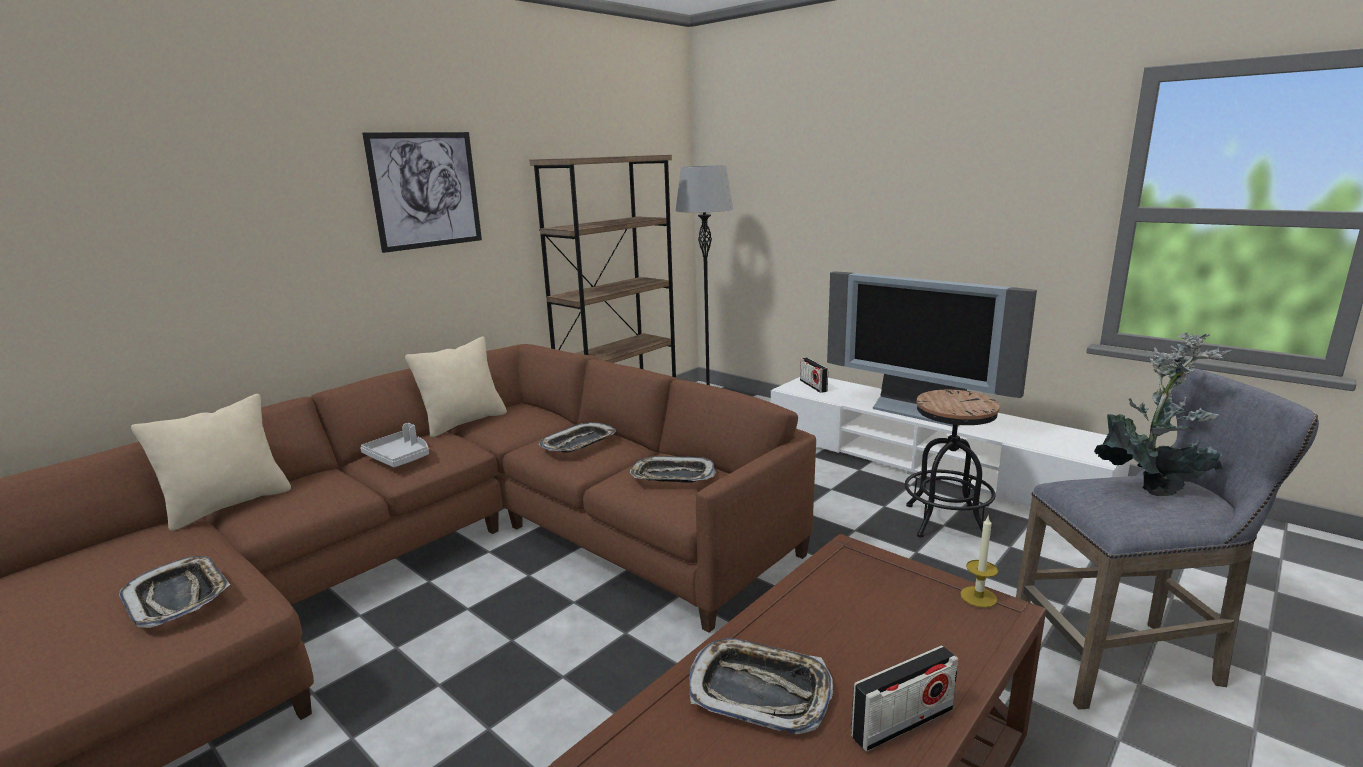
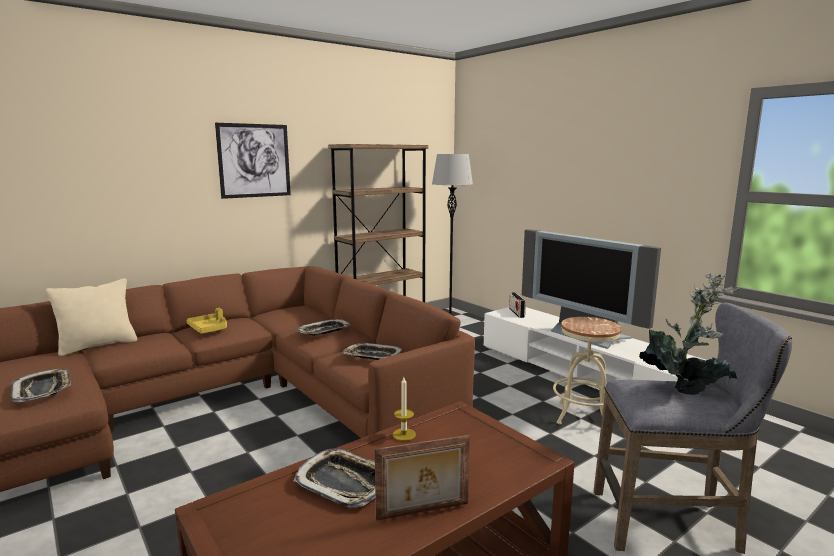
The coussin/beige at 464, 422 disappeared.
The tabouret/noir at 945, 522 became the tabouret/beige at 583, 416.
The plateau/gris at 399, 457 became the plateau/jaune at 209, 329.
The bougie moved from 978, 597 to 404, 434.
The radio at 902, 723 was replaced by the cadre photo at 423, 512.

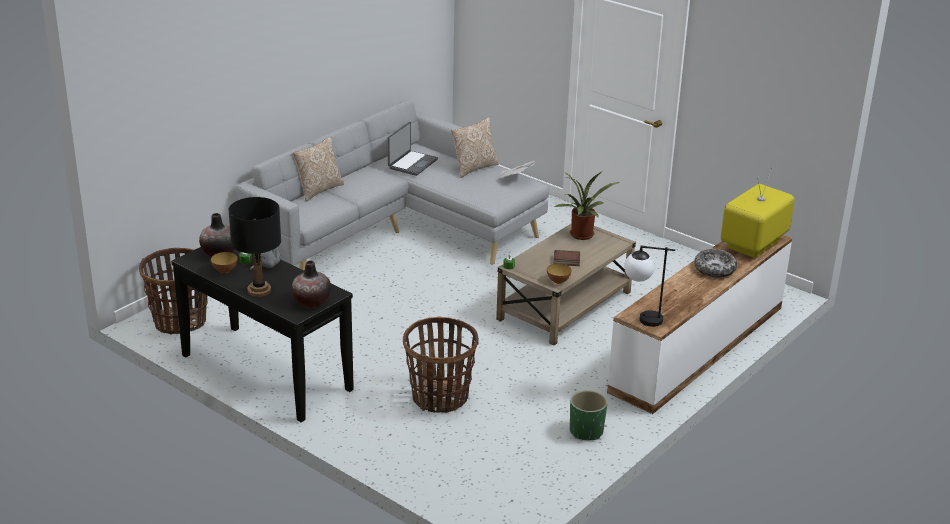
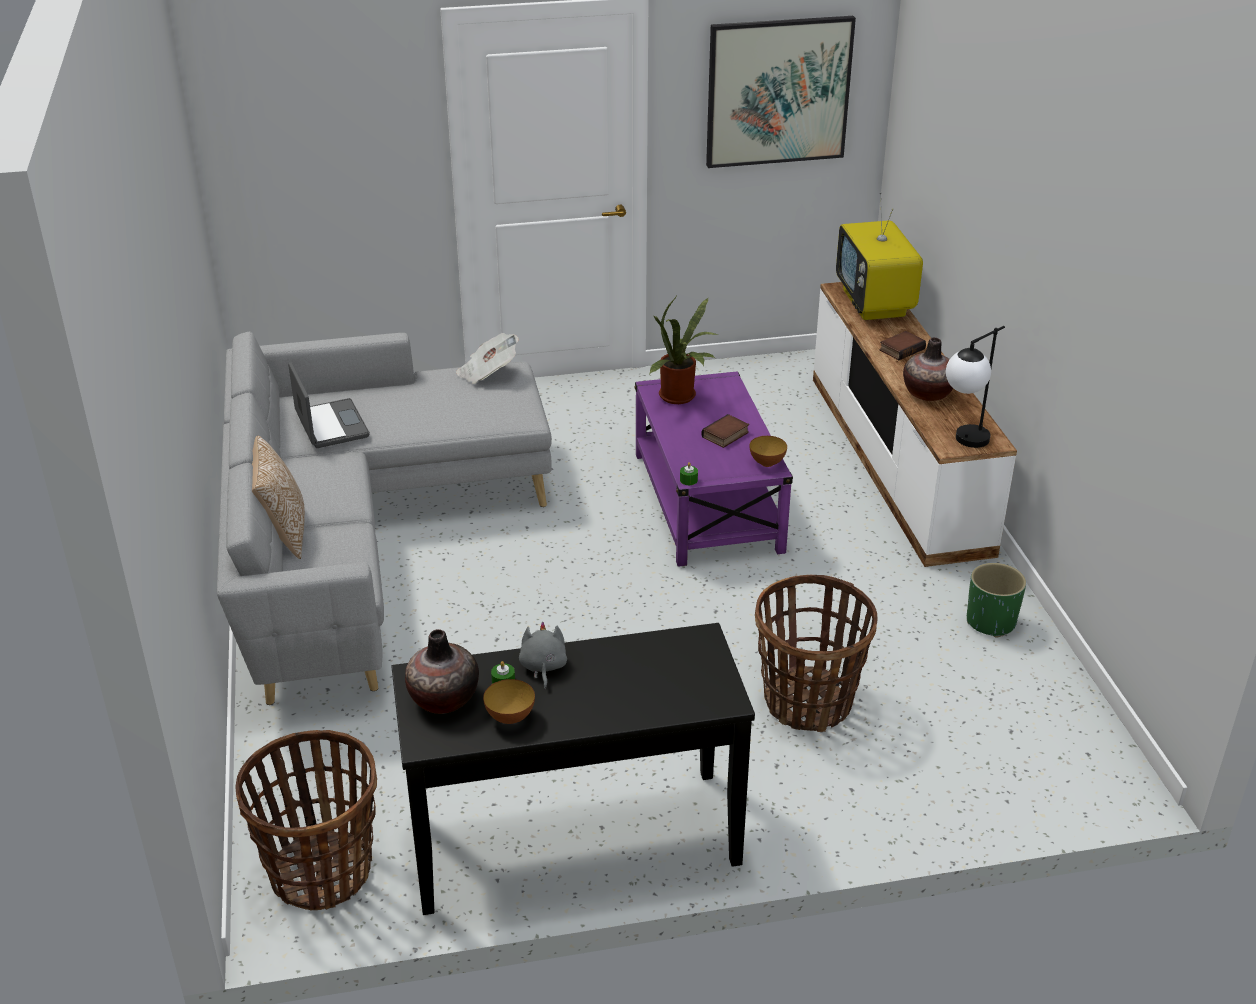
The coussin at 474, 168 disappeared.
The lampe de table/noir at 259, 290 disappeared.
The table basse/beige at 564, 306 became the table basse/violet at 707, 502.
The bol at 714, 269 was replaced by the livre at 901, 349.
The vase moved from 311, 302 to 927, 393.
The tableau at 778, 91 appeared.

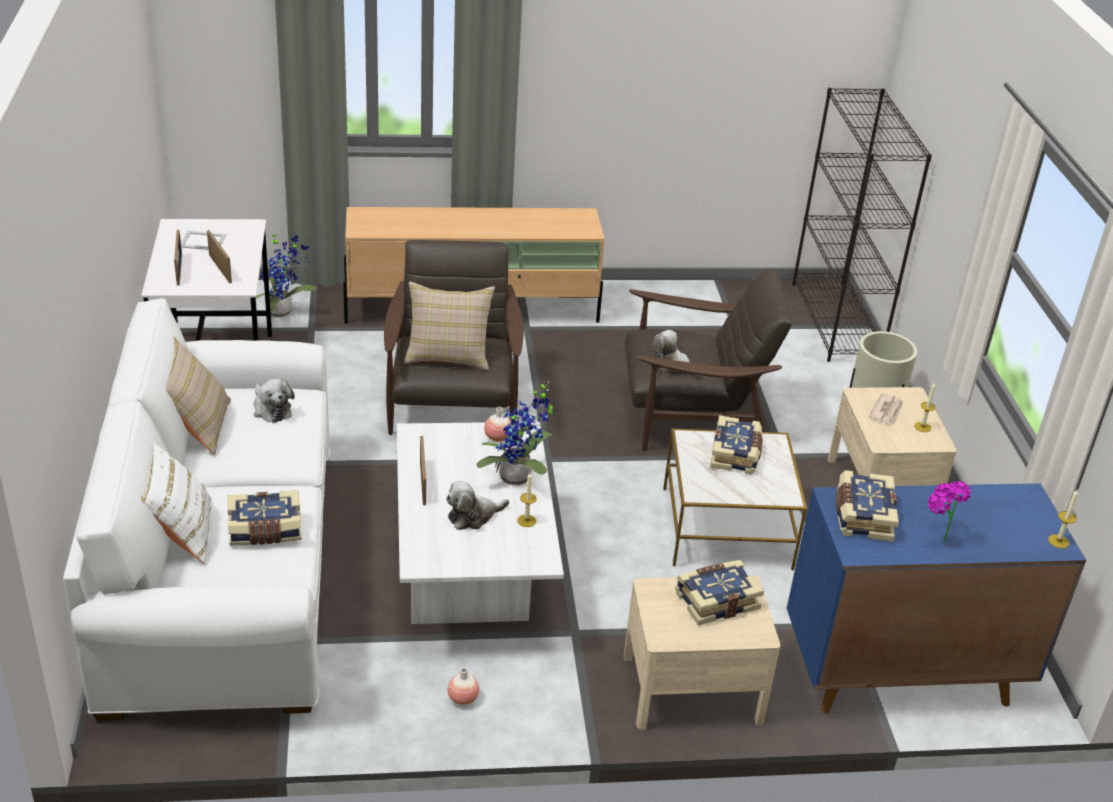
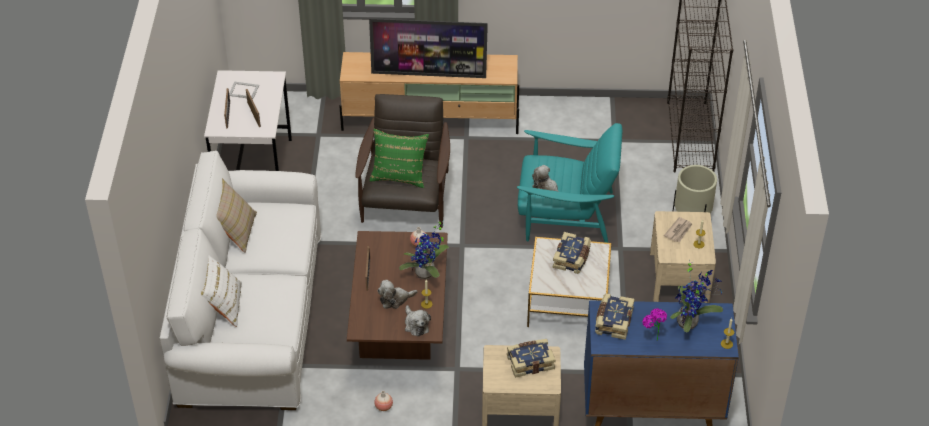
The plante en pot moved from 283, 312 to 690, 322.
The fauteuil/marron at 692, 416 became the fauteuil/turquoise at 565, 215.
The coussin/beige at 448, 355 became the coussin/vert at 399, 175.
The peluche moved from 271, 409 to 416, 325.
The table basse/blanc at 472, 576 became the table basse/marron at 400, 328.
The livre at 265, 530 disappeared.
The téléviseur at 429, 74 appeared.

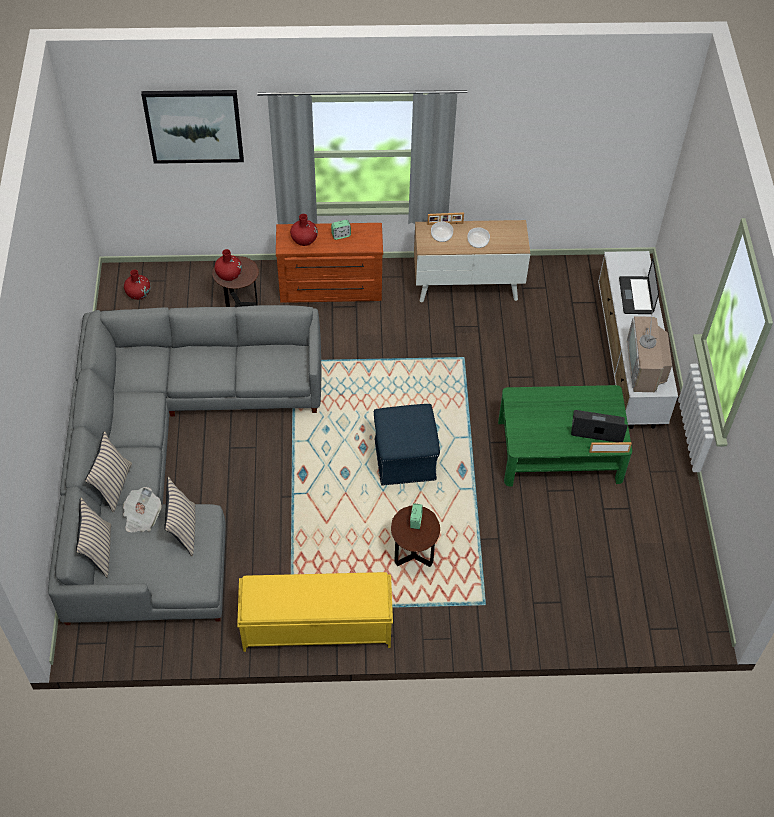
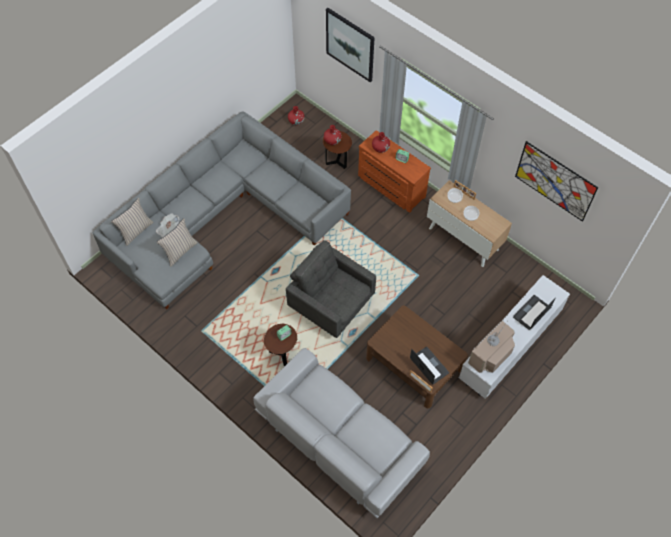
The table basse/vert at 559, 450 became the table basse/marron at 414, 364.
The pouf/bleu at 405, 459 was replaced by the fauteuil/gris at 331, 303.
The coussin/beige at 113, 486 disappeared.
The banc/jaune at 315, 627 disappeared.
The tableau at 555, 181 appeared.
The canapé/gris at 339, 440 appeared.

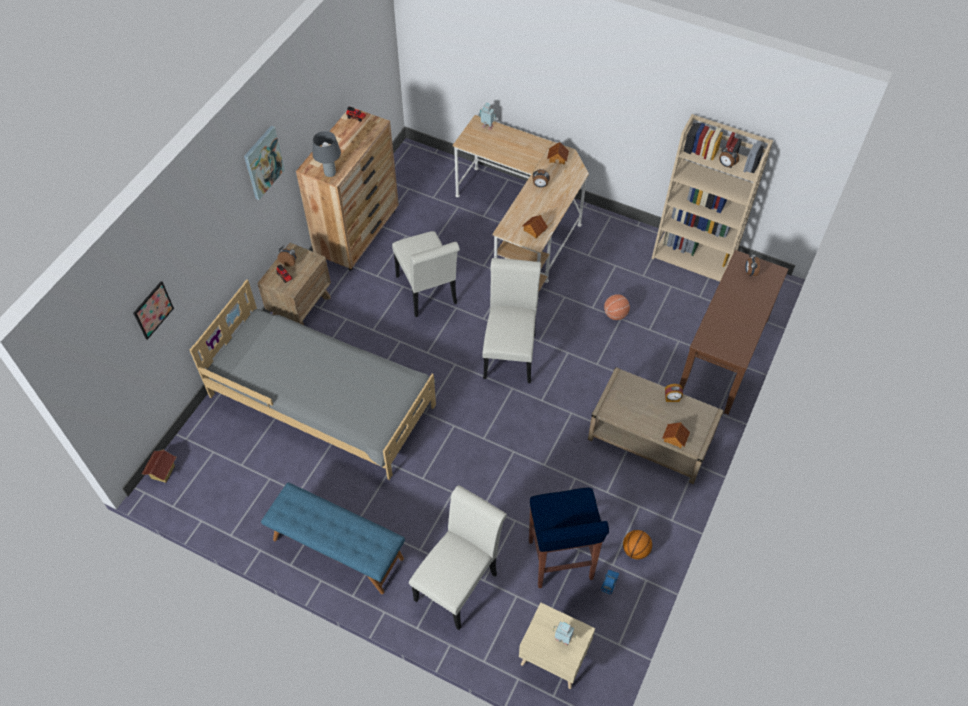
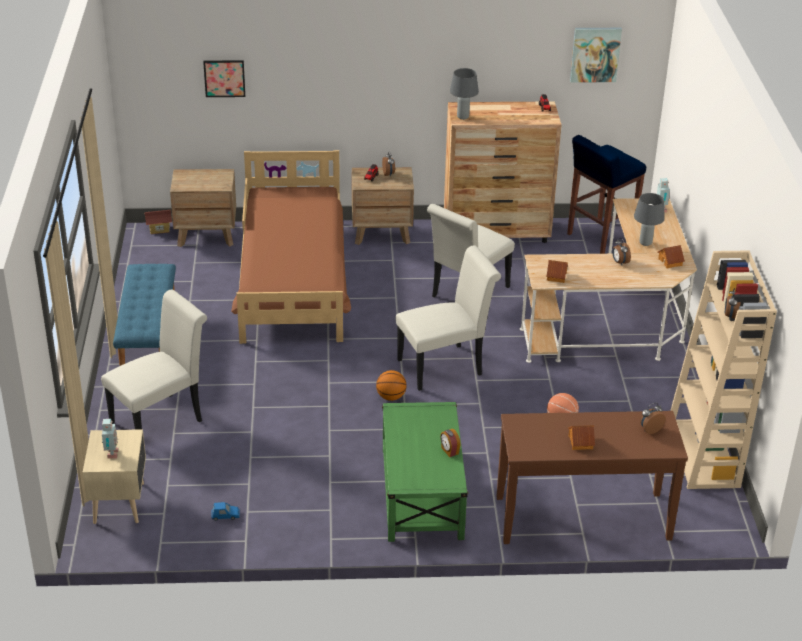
The tableau moved from 263, 162 to 595, 54.
The lit/gris at 324, 400 became the lit/marron at 293, 280.
The table basse/beige at 650, 438 became the table basse/vert at 422, 493.
The maison miniature moved from 674, 438 to 580, 442.
The chaise/blanc at 459, 582 turned 45 degrees counterclockwise.
The tabouret/bleu moved from 560, 561 to 599, 237.
The ballon de basket moved from 635, 550 to 391, 397.
The table de chevet/marron at 206, 235 appeared.
The lampe de table/gris at 646, 243 appeared.

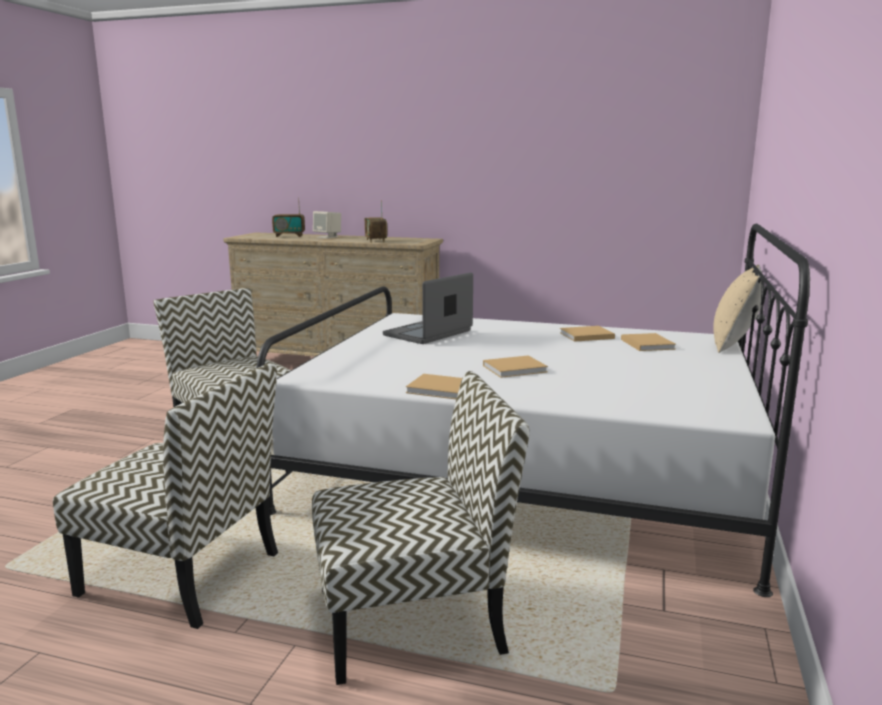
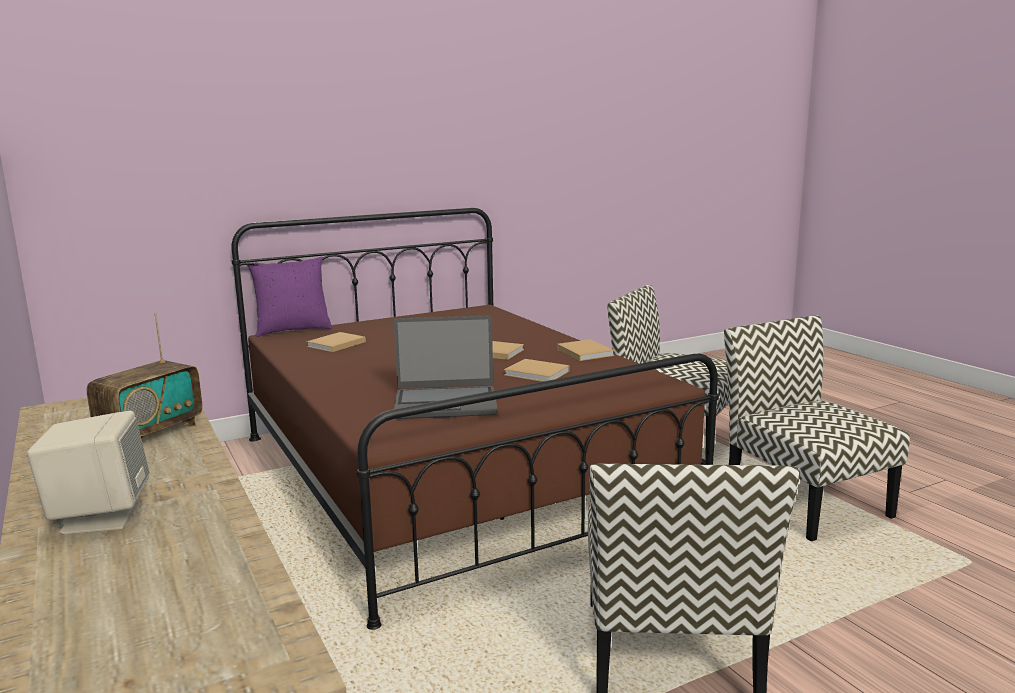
The radio at 289, 236 disappeared.
The lit/blanc at 525, 472 became the lit/marron at 451, 476.
The coussin/beige at 734, 344 became the coussin/violet at 293, 330.
The livre/beige moved from 585, 336 to 538, 373.

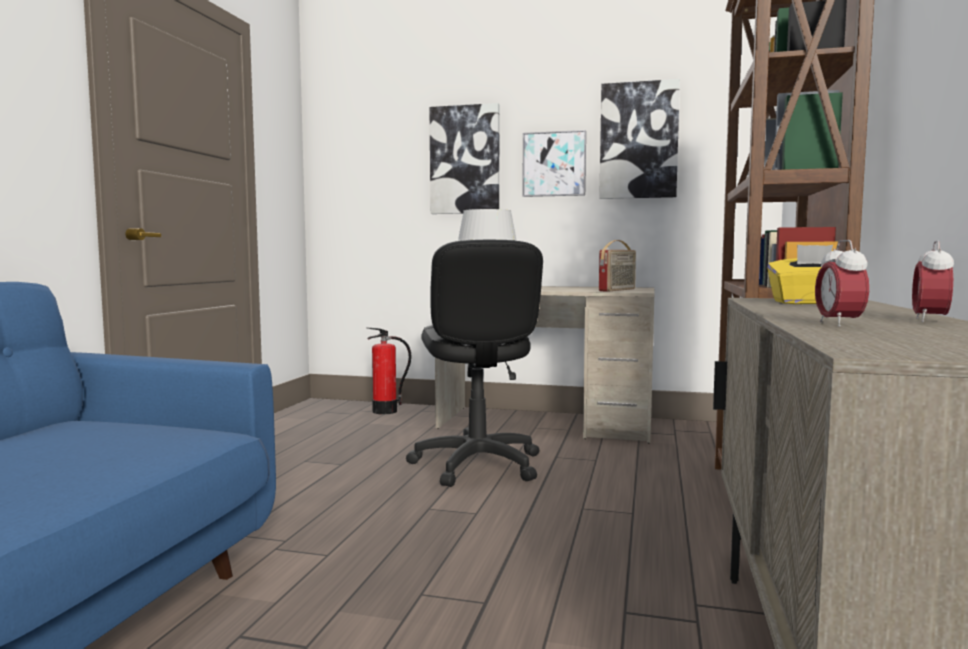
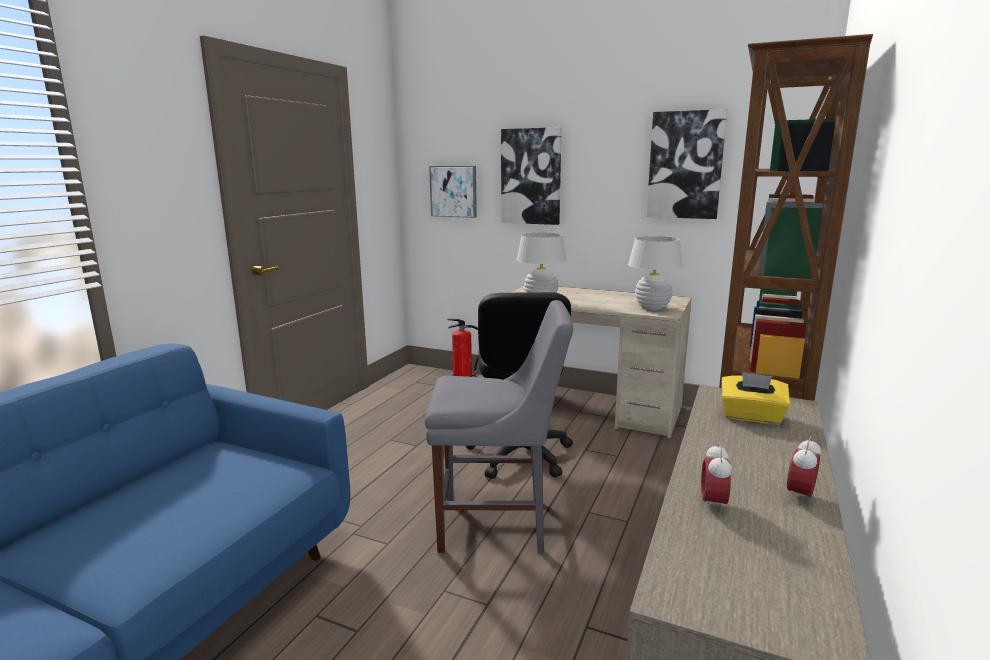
The tableau moved from 554, 164 to 454, 191.
The radio at 618, 290 was replaced by the lampe de table/blanc at 652, 308.
The chaise/gris at 499, 524 appeared.

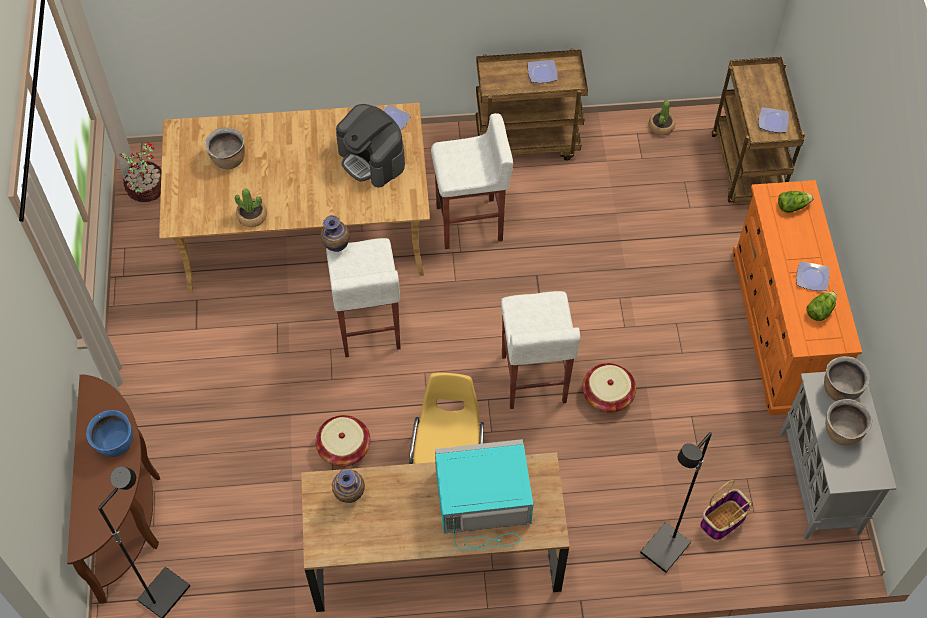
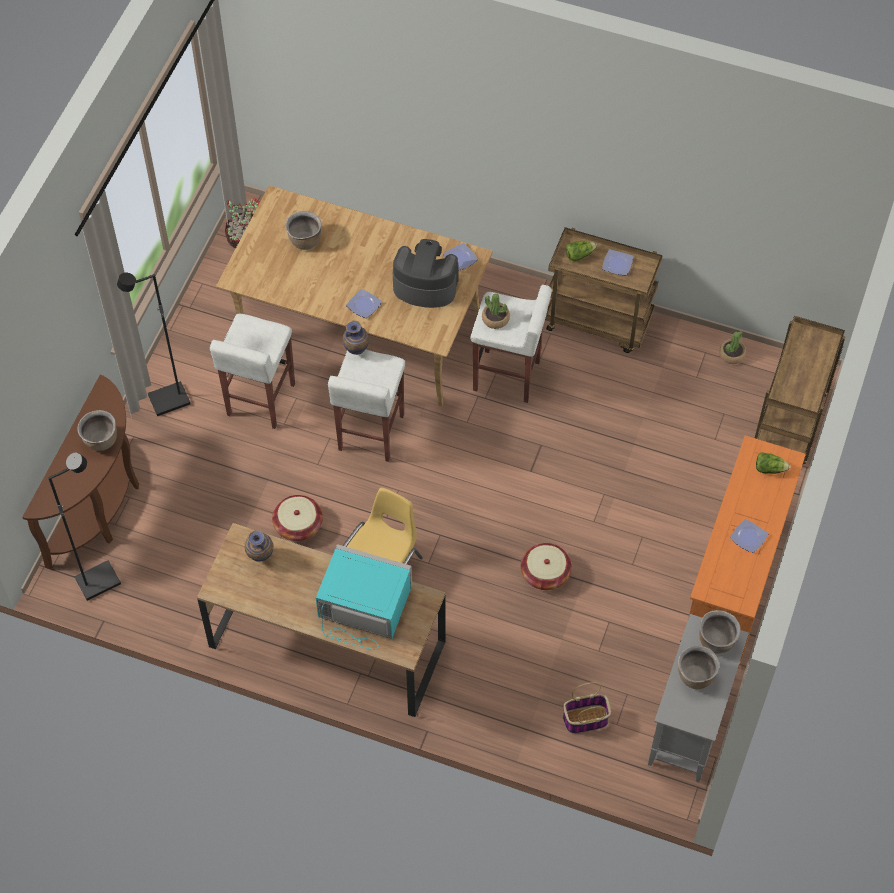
The machine à café at 372, 159 turned 120 degrees clockwise.
The assiette moved from 772, 121 to 364, 304.
The plante en pot moved from 252, 216 to 495, 319.
The tabouret/blanc moved from 532, 380 to 260, 400.
The laitue moved from 820, 310 to 579, 254.
The marmite/bleu at 115, 444 became the marmite/marron at 101, 441.
The lampadaire/noir moved from 665, 549 to 169, 401.

